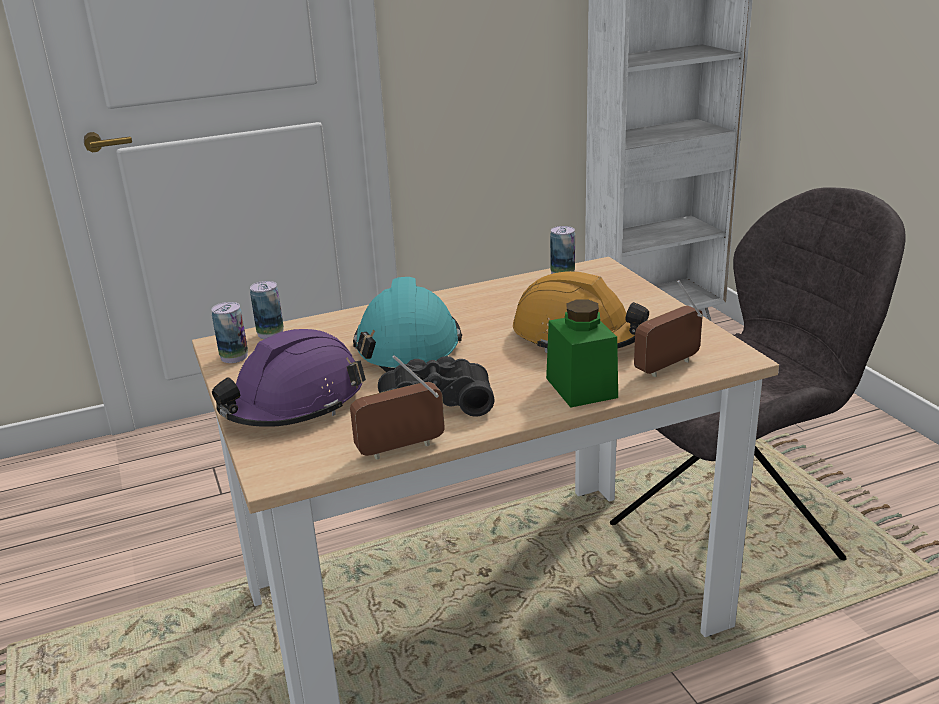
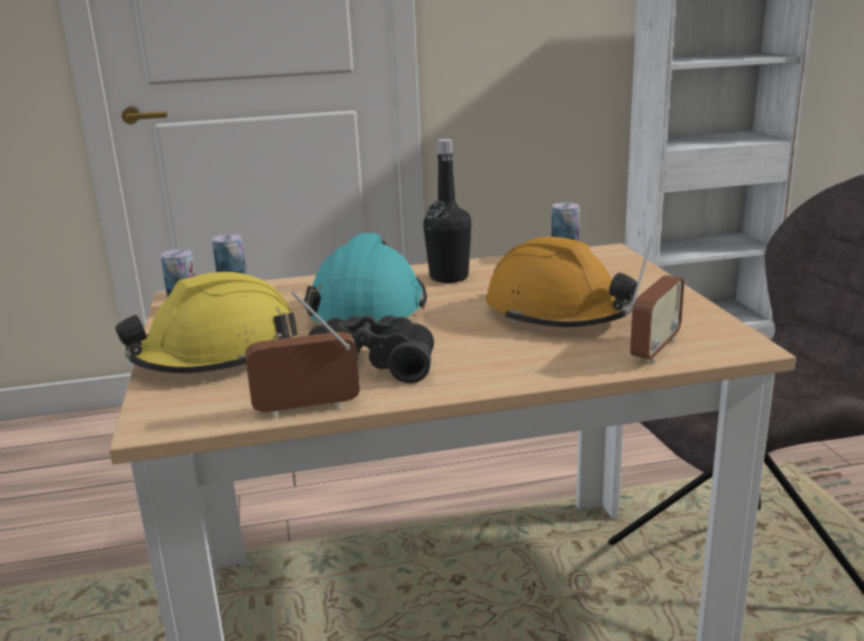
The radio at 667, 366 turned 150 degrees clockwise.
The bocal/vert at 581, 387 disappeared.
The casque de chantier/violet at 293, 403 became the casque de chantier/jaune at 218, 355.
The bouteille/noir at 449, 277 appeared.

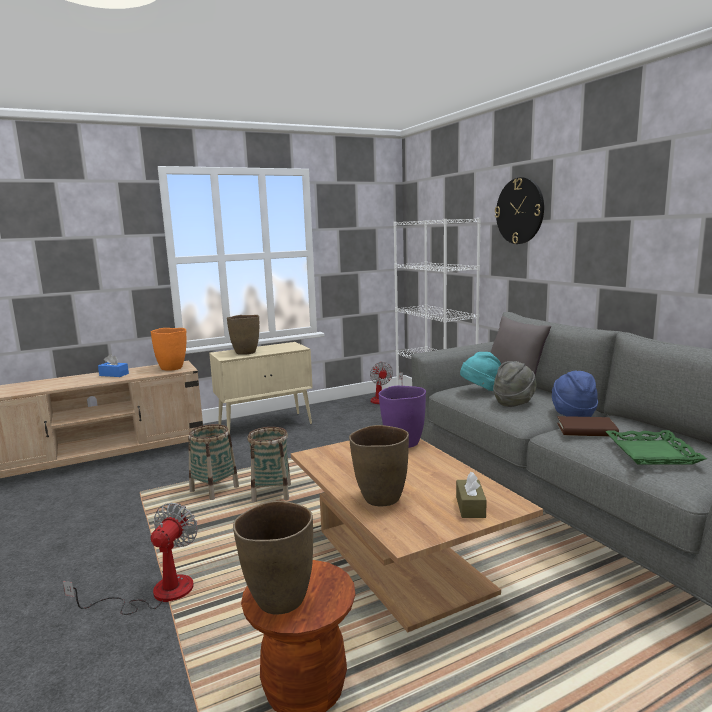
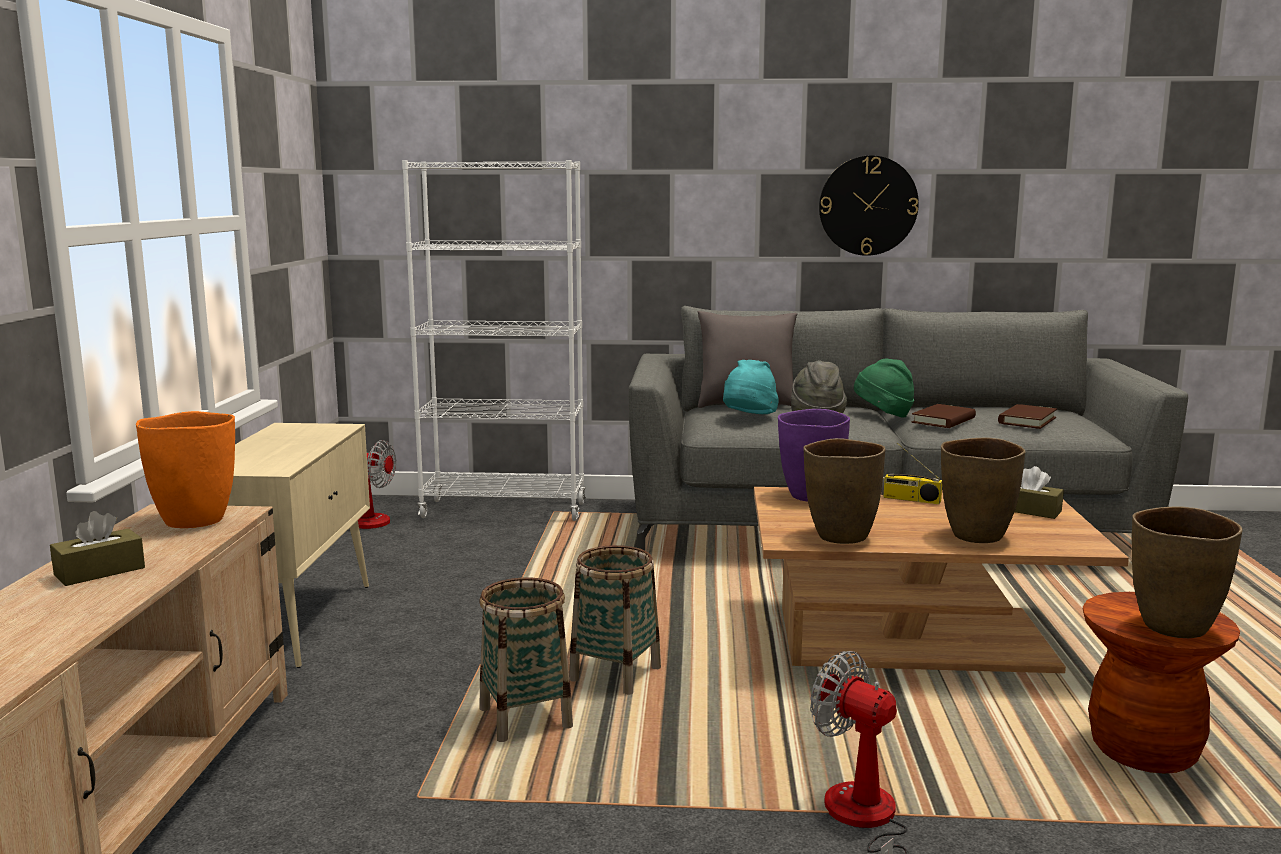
The horloge murale moved from 520, 211 to 868, 205.
The vase/marron moved from 245, 352 to 840, 537.
The boîte à mouchoirs/bleu at 114, 374 became the boîte à mouchoirs/marron at 100, 571.
The chapeau/bleu at 572, 415 became the chapeau/vert at 883, 415.
The plateau/vert at 652, 453 was replaced by the livre/marron at 1027, 420.
The radio at 910, 499 appeared.

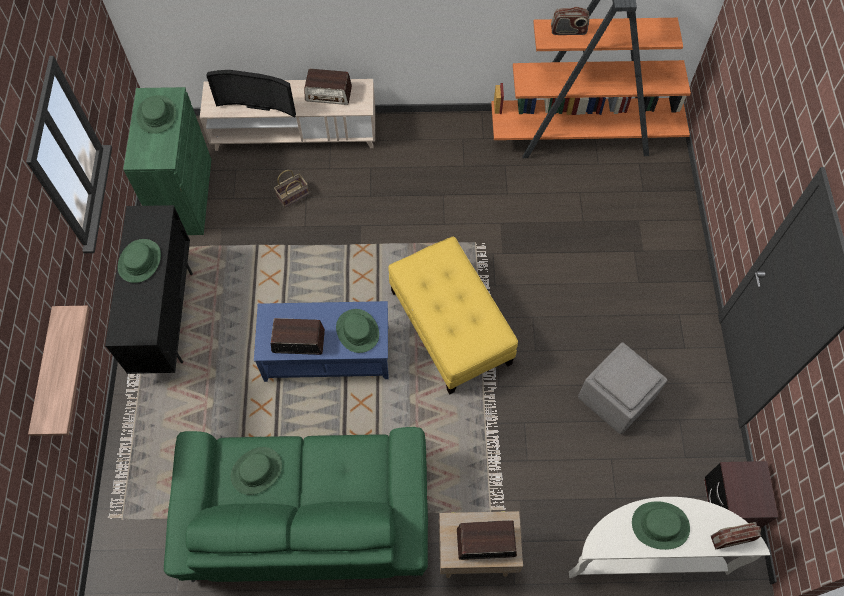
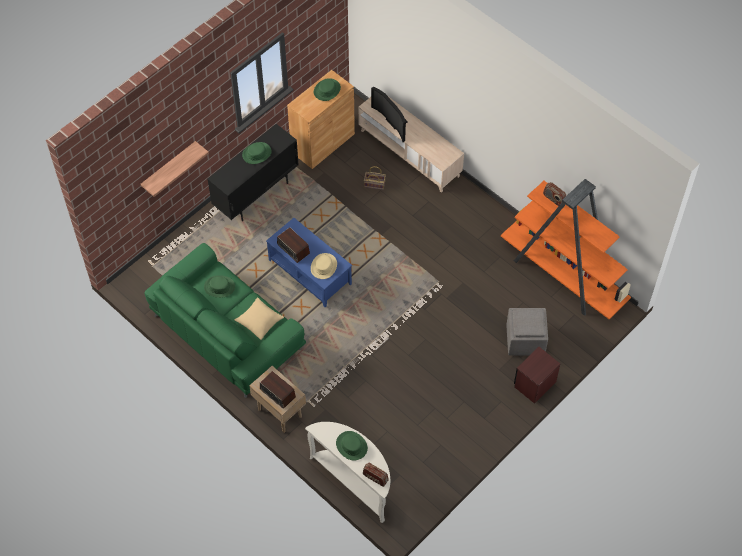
The radio at 328, 94 disappeared.
The meuble de rangement/vert at 185, 196 became the meuble de rangement/marron at 322, 143.
The pouf/jaune at 451, 326 disappeared.
The chapeau/vert at 357, 331 became the chapeau/beige at 324, 266.
The pouf/gris moved from 617, 398 to 525, 340.
The table de chevet/marron moved from 728, 505 to 534, 384.
The coussin/beige at 259, 321 appeared.

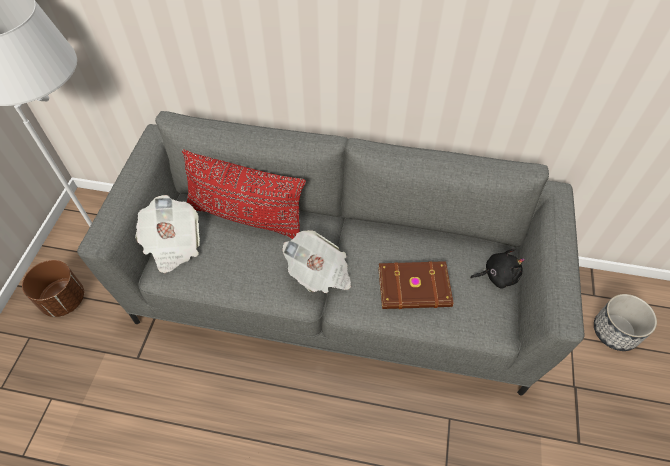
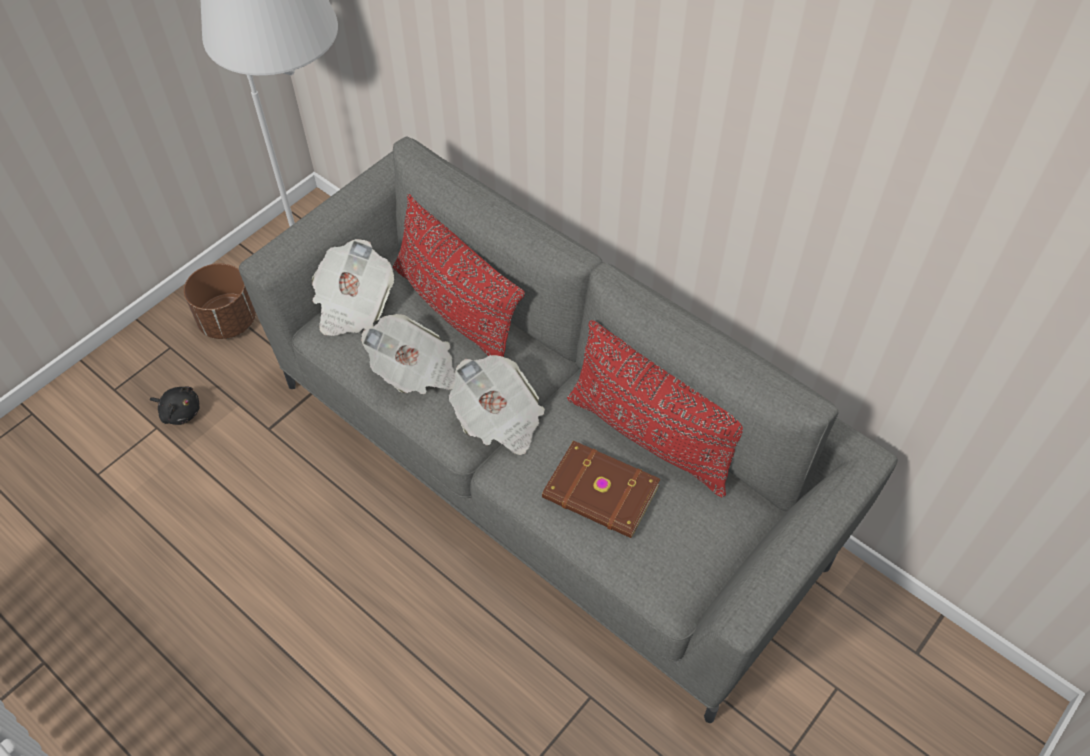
The peluche/noir moved from 497, 275 to 180, 412.
The cache-pot at 615, 331 disappeared.
The journal at 415, 371 appeared.
The coussin/rouge at 651, 437 appeared.

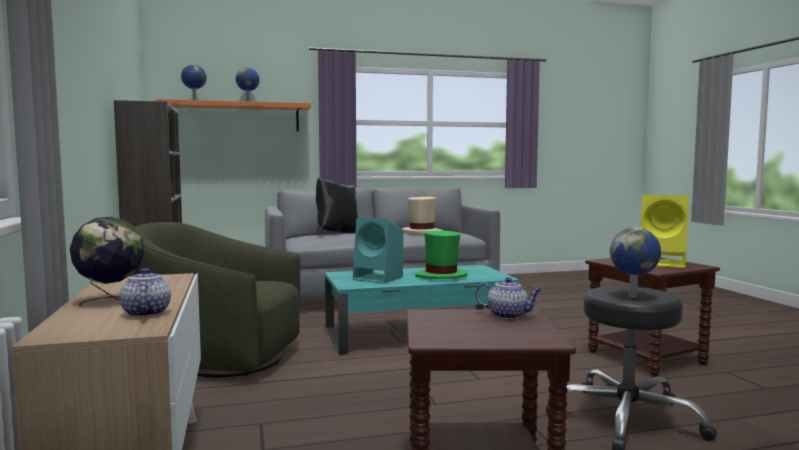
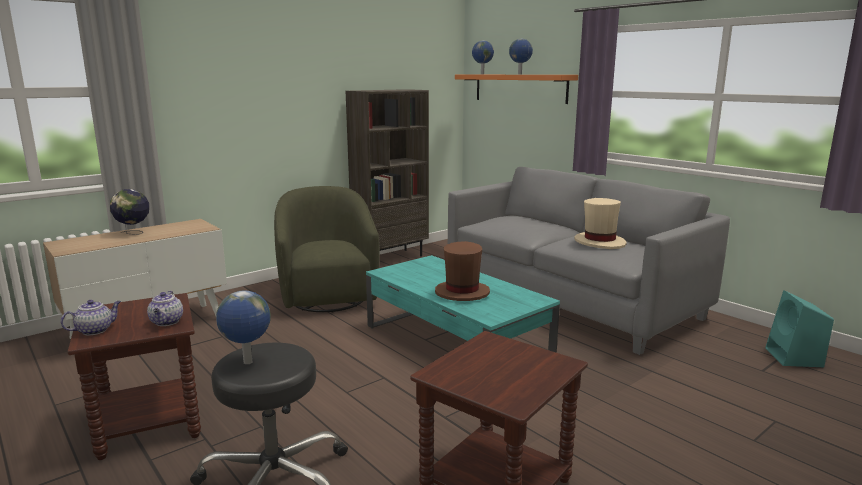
The coussin/noir at 337, 233 disappeared.
The enceinte/jaune at 663, 263 disappeared.
The enceinte/turquoise moved from 379, 278 to 794, 358.
The chapeau/vert at 441, 276 became the chapeau/marron at 462, 293.
The théière moved from 145, 313 to 95, 330.

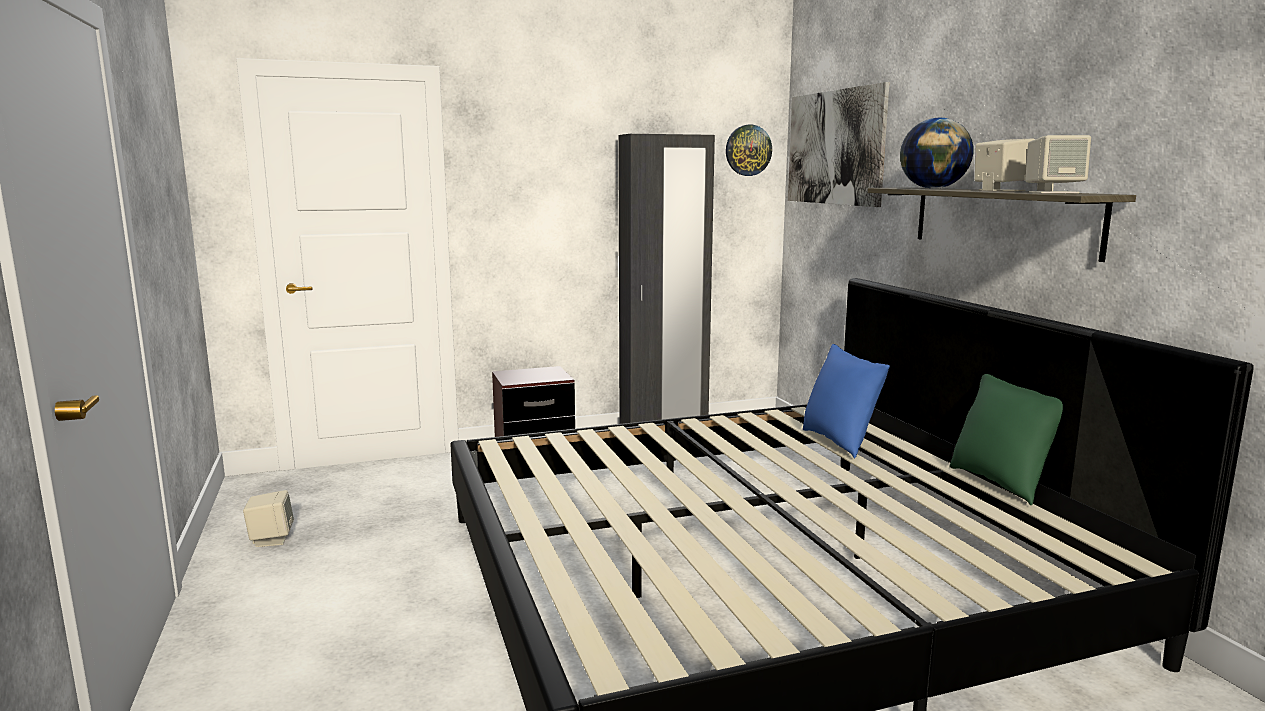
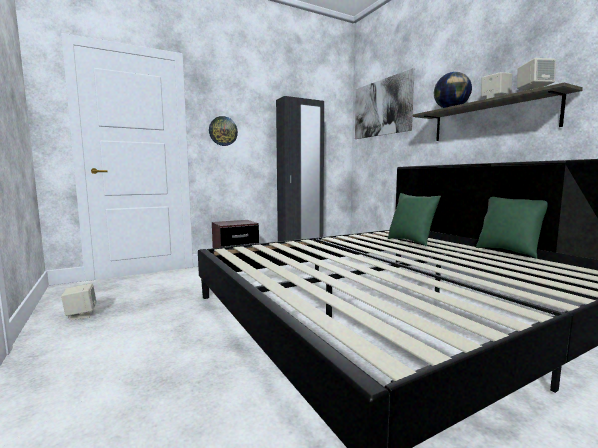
The horloge murale moved from 748, 150 to 223, 131.
The coussin/bleu at 840, 442 became the coussin/vert at 411, 241.

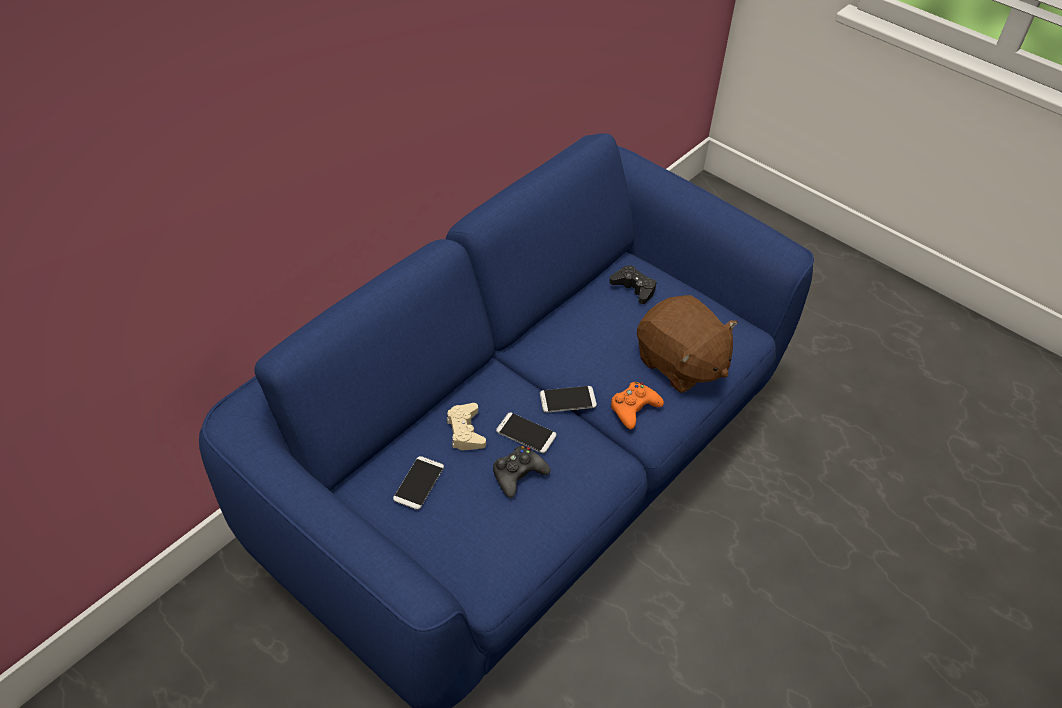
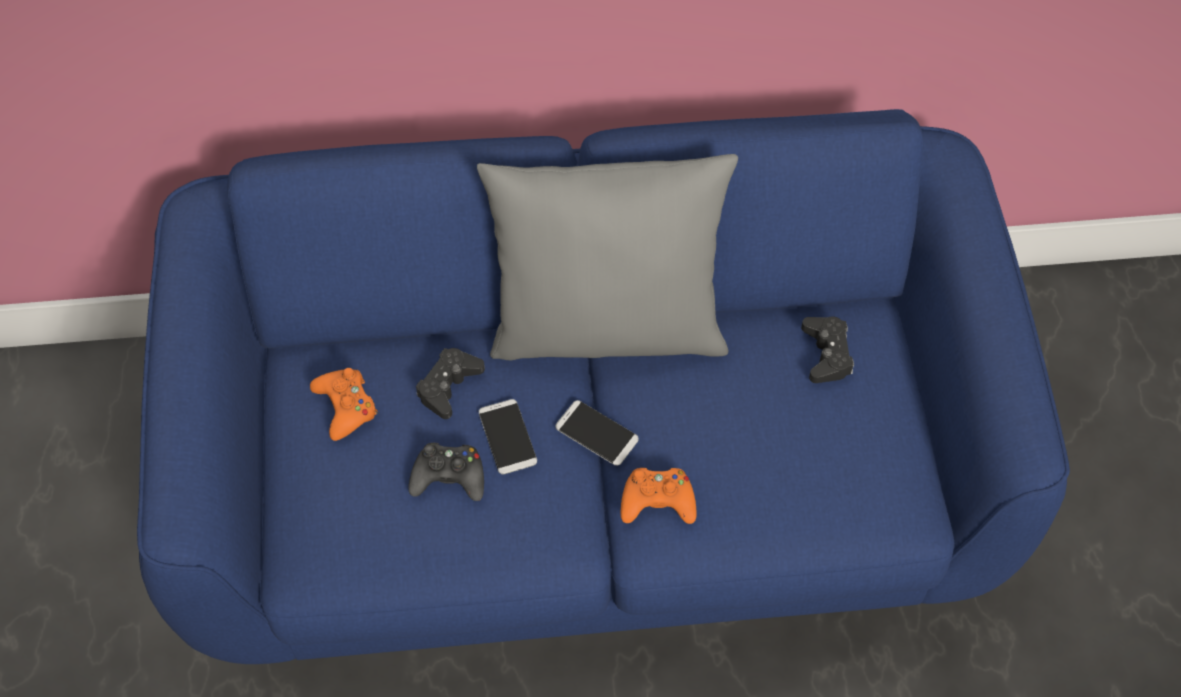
The peluche/marron at 680, 364 disappeared.
The manette/beige at 465, 431 became the manette/noir at 448, 386.
The téléphone at 419, 483 was replaced by the manette/orange at 346, 406.
The coussin/gris at 607, 327 appeared.

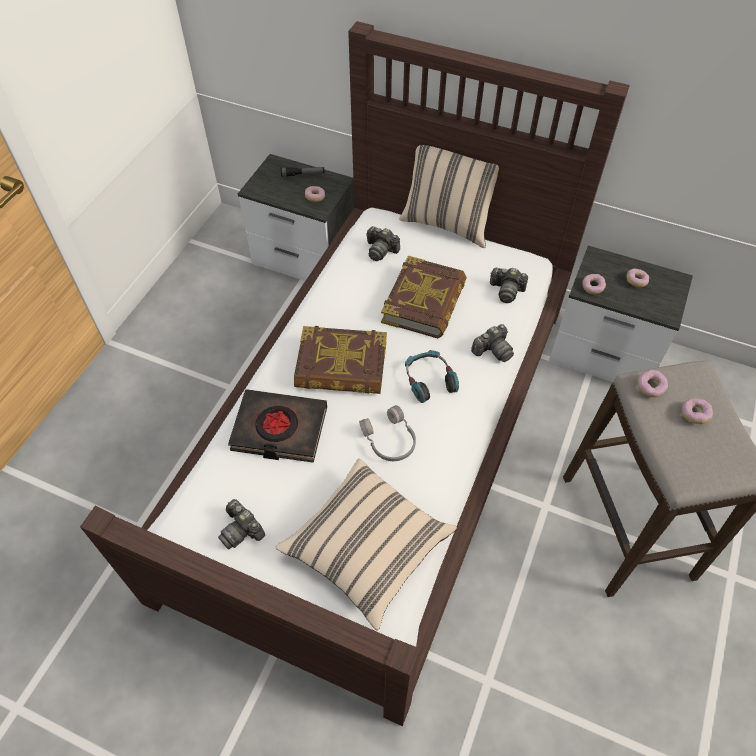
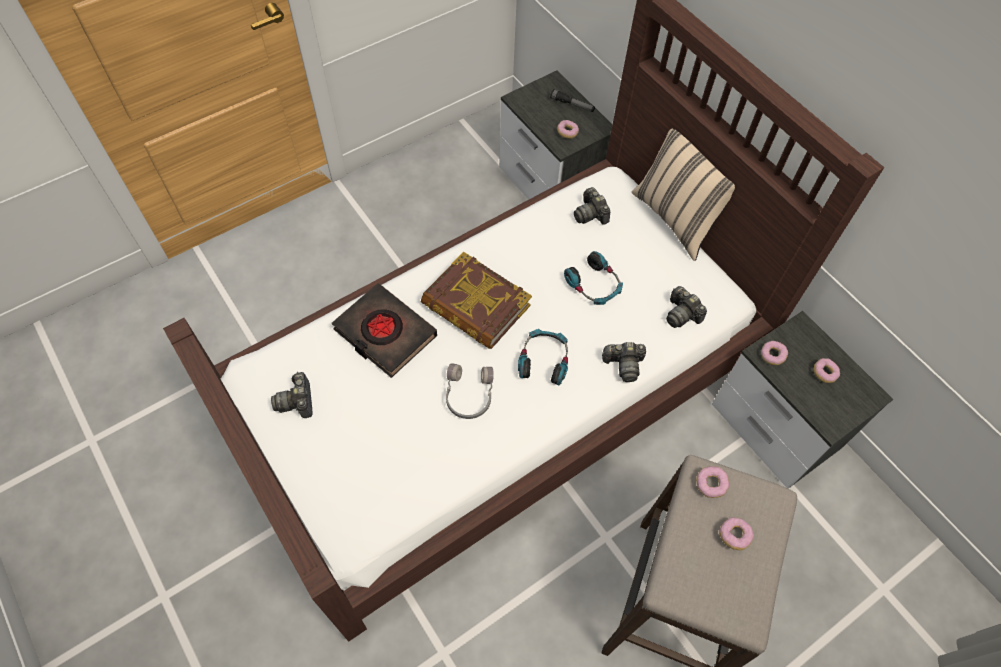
The livre at 424, 302 was replaced by the casque audio at 594, 285.
The coussin/beige at 367, 548 disappeared.

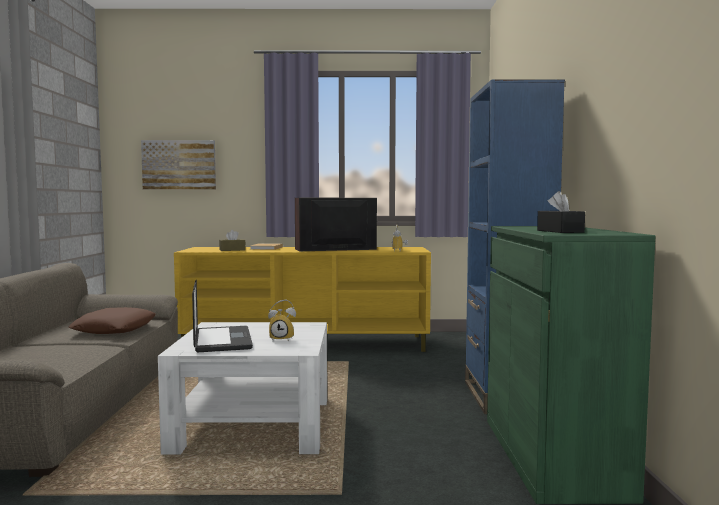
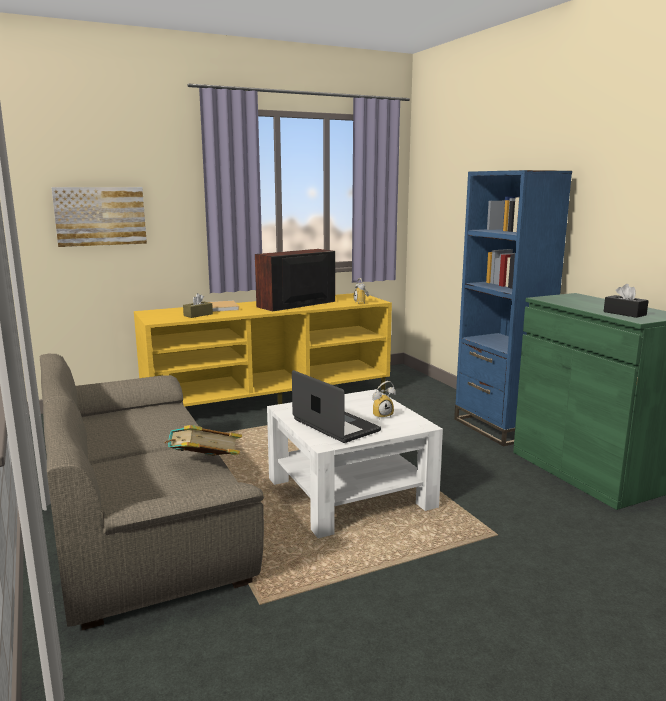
The coussin/marron at 114, 329 disappeared.
The livre at 204, 465 appeared.

